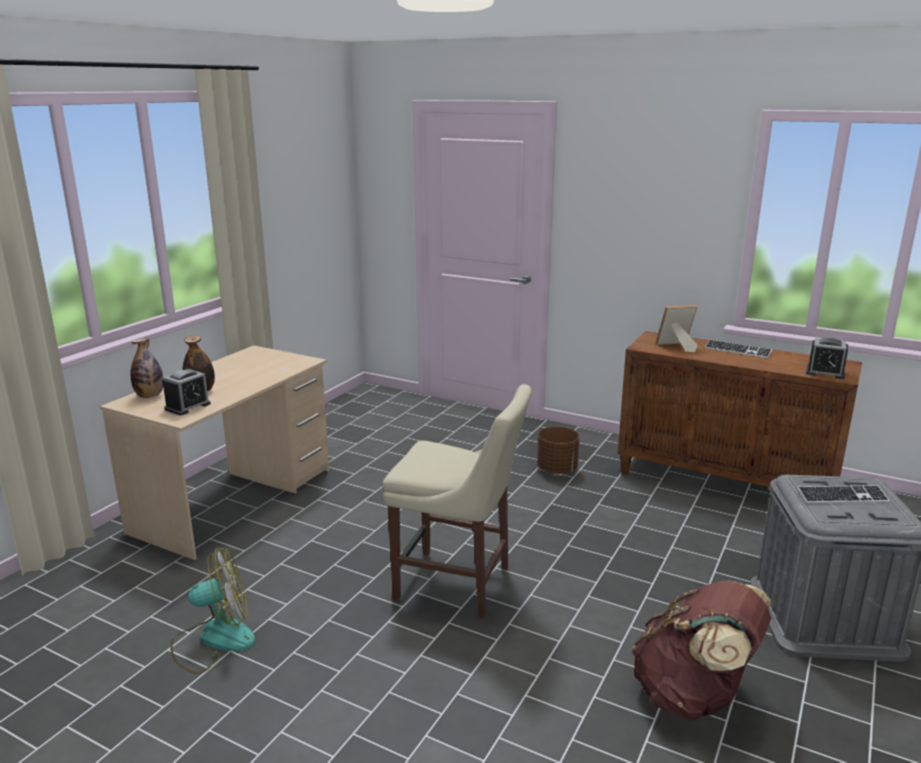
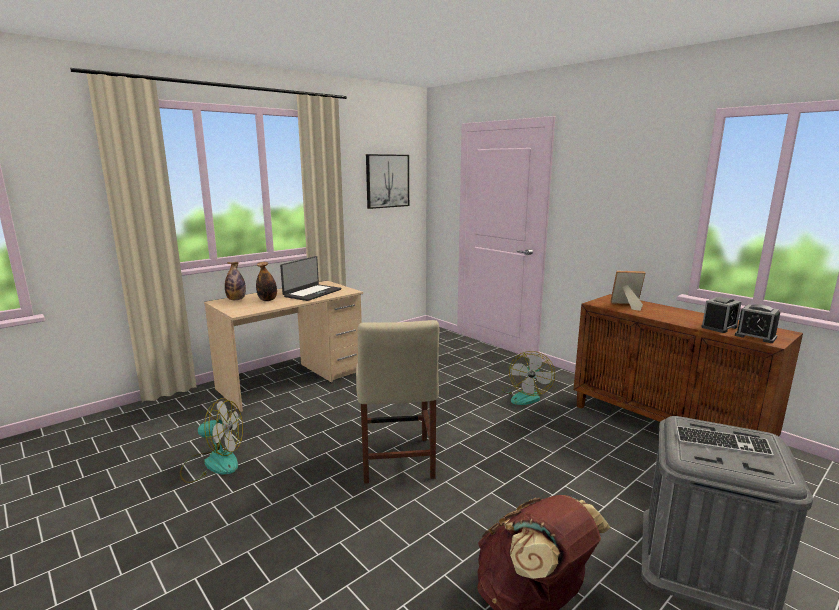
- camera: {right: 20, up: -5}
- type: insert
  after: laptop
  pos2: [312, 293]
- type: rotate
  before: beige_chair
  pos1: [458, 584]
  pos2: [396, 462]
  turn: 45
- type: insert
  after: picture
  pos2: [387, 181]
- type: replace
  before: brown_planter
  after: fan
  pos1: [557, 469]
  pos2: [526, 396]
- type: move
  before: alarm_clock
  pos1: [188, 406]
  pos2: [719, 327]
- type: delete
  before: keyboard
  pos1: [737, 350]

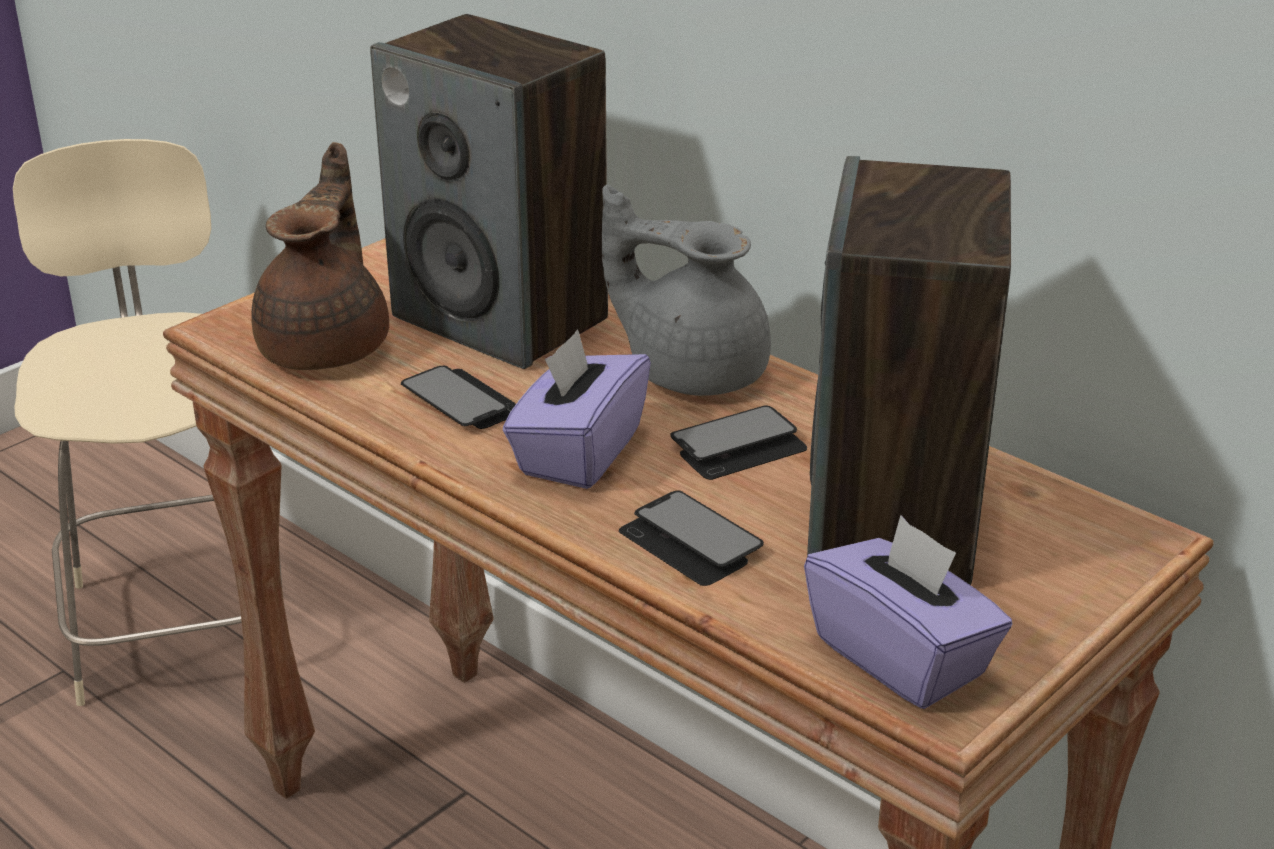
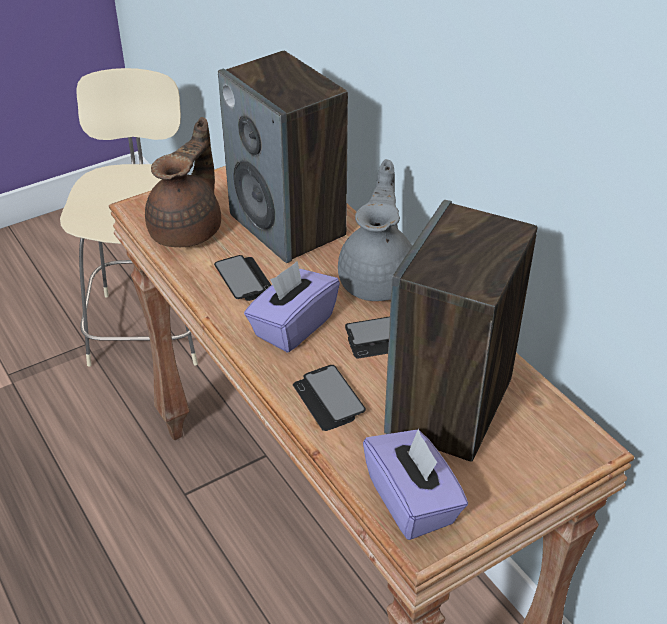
- camera: {right: 15, up: 10}
- type: rotate
  before: grey_teapot
  pos1: [692, 370]
  pos2: [379, 280]
  turn: 60

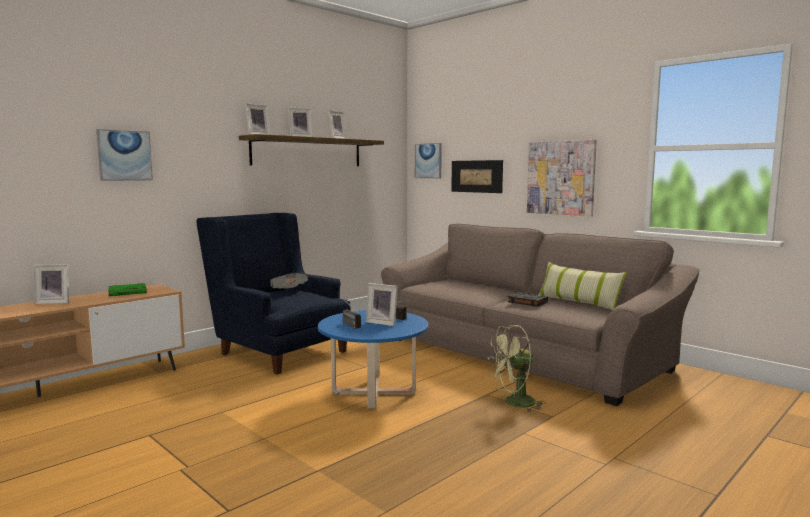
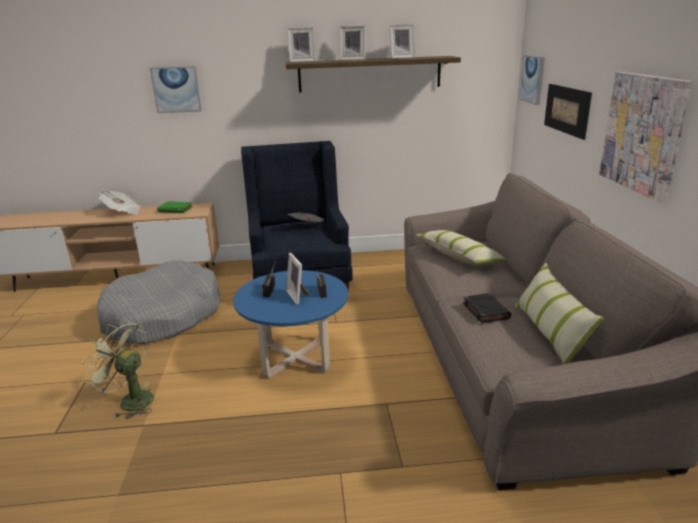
- camera: {right: 40, up: 15}
- type: move
  before: green_fan
  pos1: [514, 403]
  pos2: [130, 400]
- type: insert
  after: grey_dog_bed
  pos2: [162, 316]
- type: replace
  before: picture_frame
  after: newspaper
  pos1: [54, 302]
  pos2: [122, 212]
- type: insert
  after: pillow
  pos2: [459, 257]

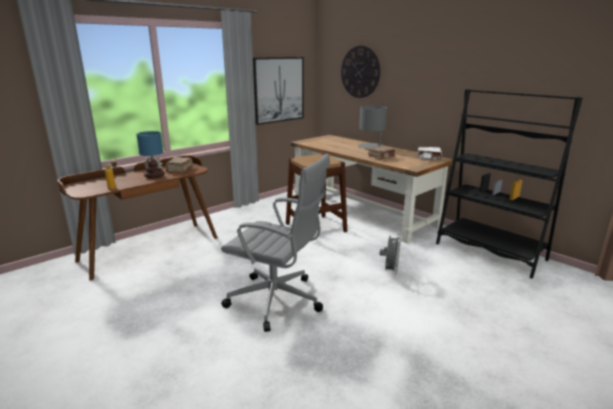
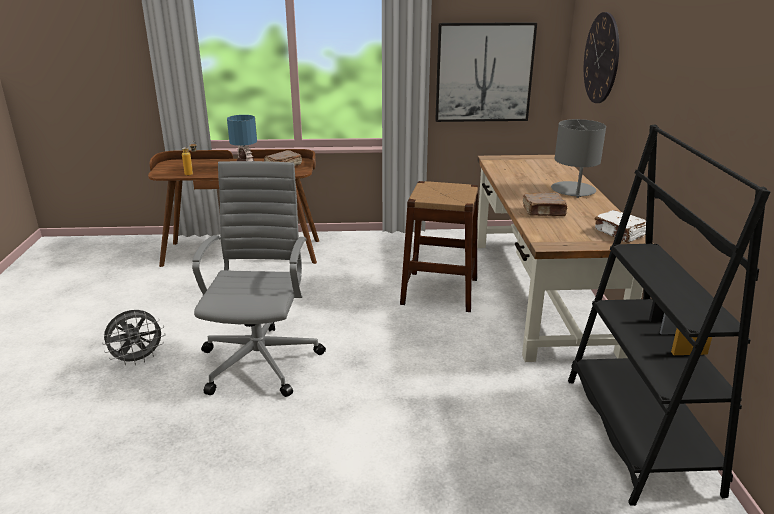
- camera: {right: 40, up: 5}
- type: move
  before: grey_fan
  pos1: [390, 271]
  pos2: [138, 359]
- type: rotate
  before: grey_office_chair
  pos1: [277, 301]
  pos2: [261, 360]
  turn: -150

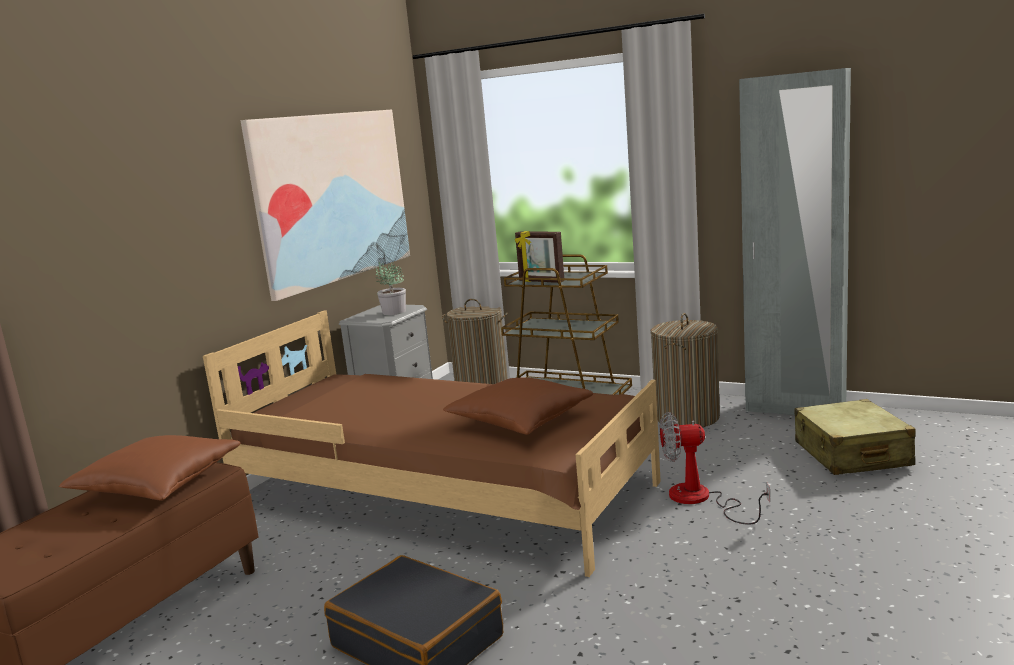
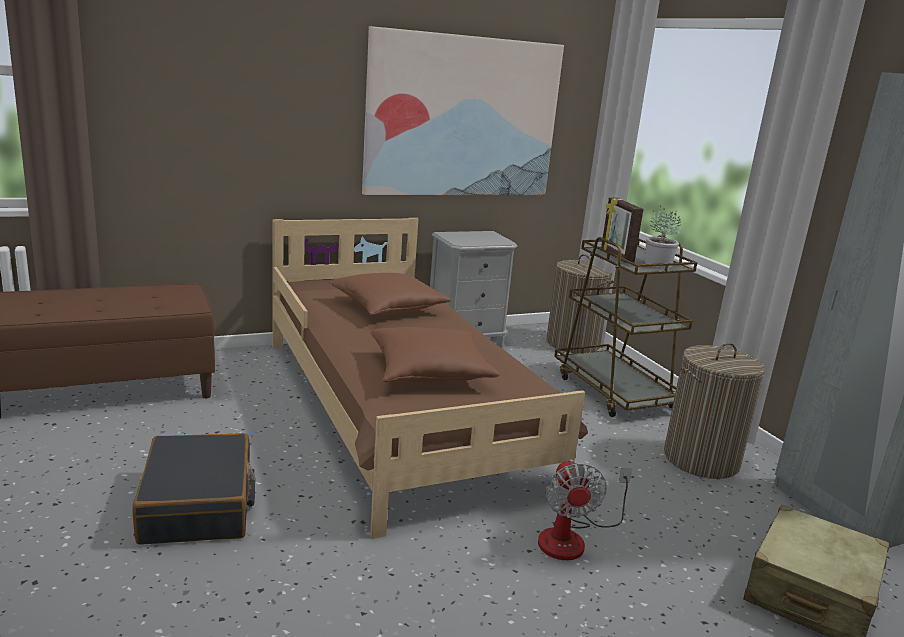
- camera: {right: 35, up: 5}
- type: move
  before: brown_pillow
  pos1: [158, 485]
  pos2: [388, 307]
- type: rotate
  before: fan
  pos1: [701, 500]
  pos2: [572, 538]
  turn: -135
- type: move
  before: potted_plant
  pos1: [393, 312]
  pos2: [657, 264]

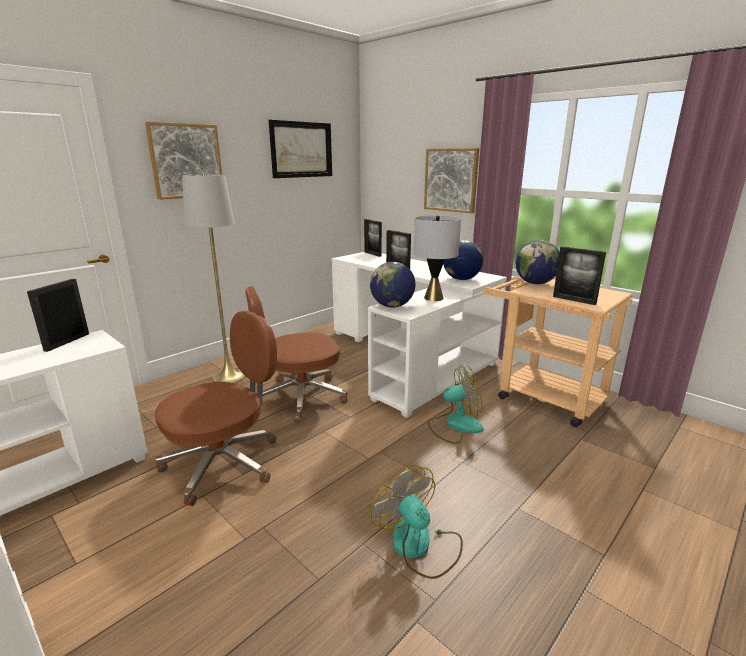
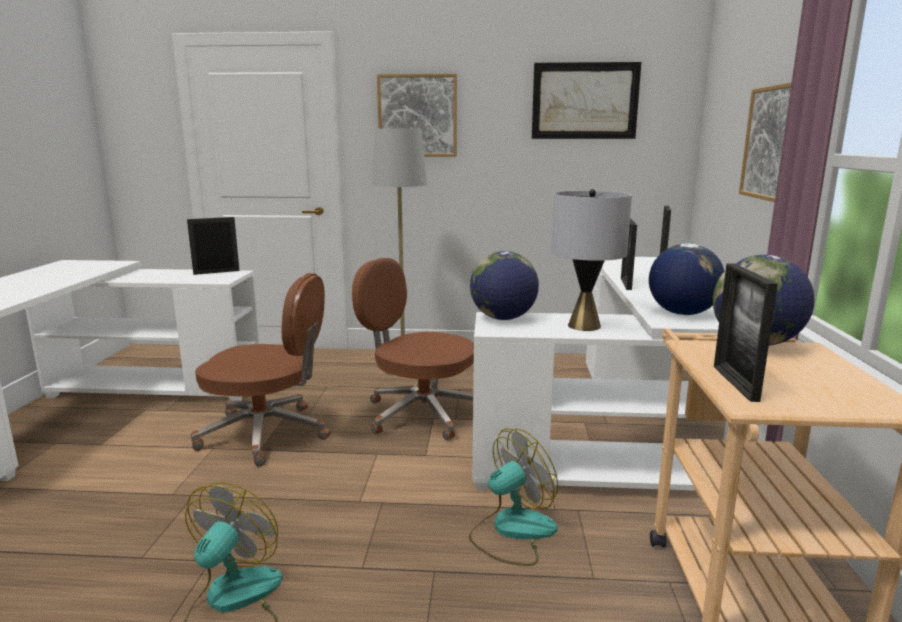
- camera: {right: 50, up: -5}
- type: rotate
  before: fan
  pos1: [455, 425]
  pos2: [512, 531]
  turn: -75

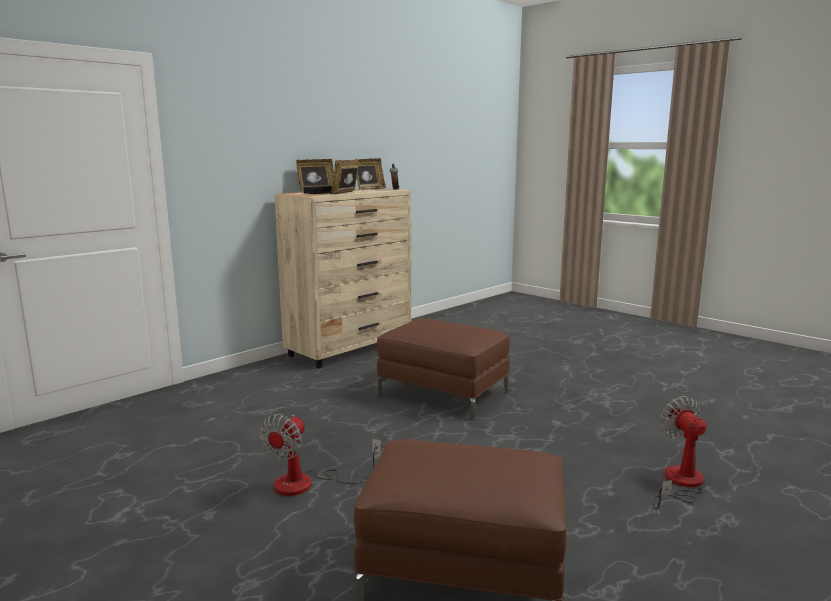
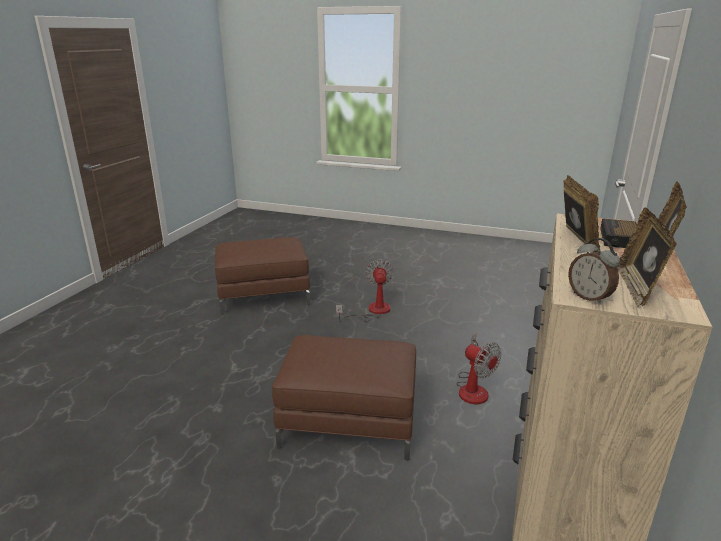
- camera: {right: 155, up: 10}
- type: move
  before: fan
  pos1: [680, 483]
  pos2: [473, 388]

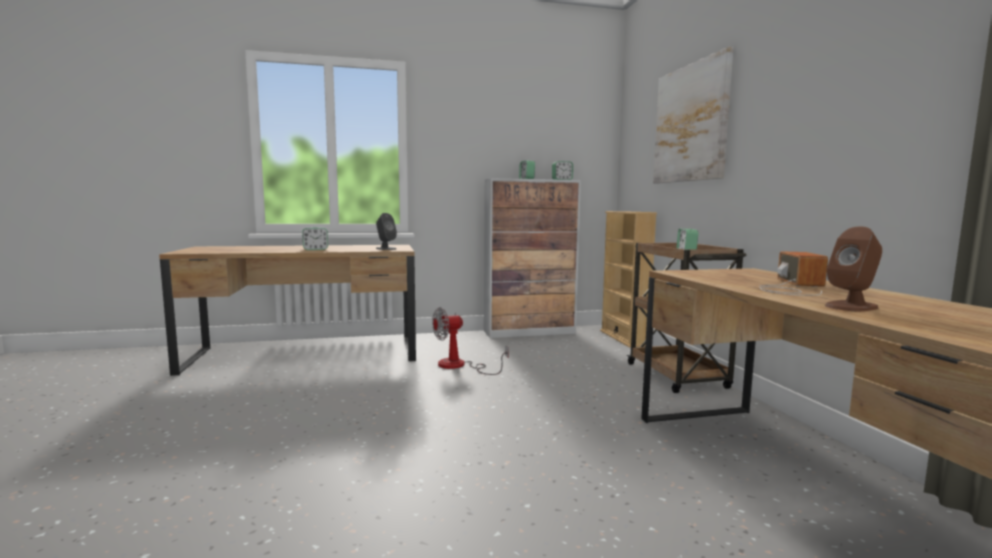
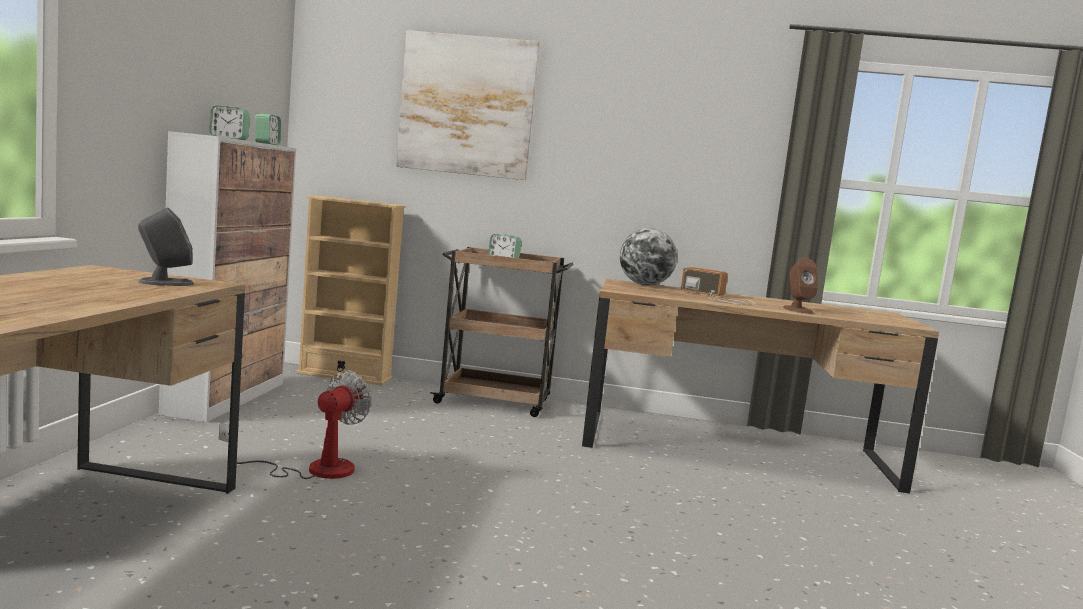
- camera: {right: -70, up: 0}
- type: rotate
  before: fan
  pos1: [460, 366]
  pos2: [313, 469]
  turn: -150
- type: insert
  after: globe
  pos2: [645, 285]
- type: delete
  before: alarm_clock
  pos1: [315, 249]

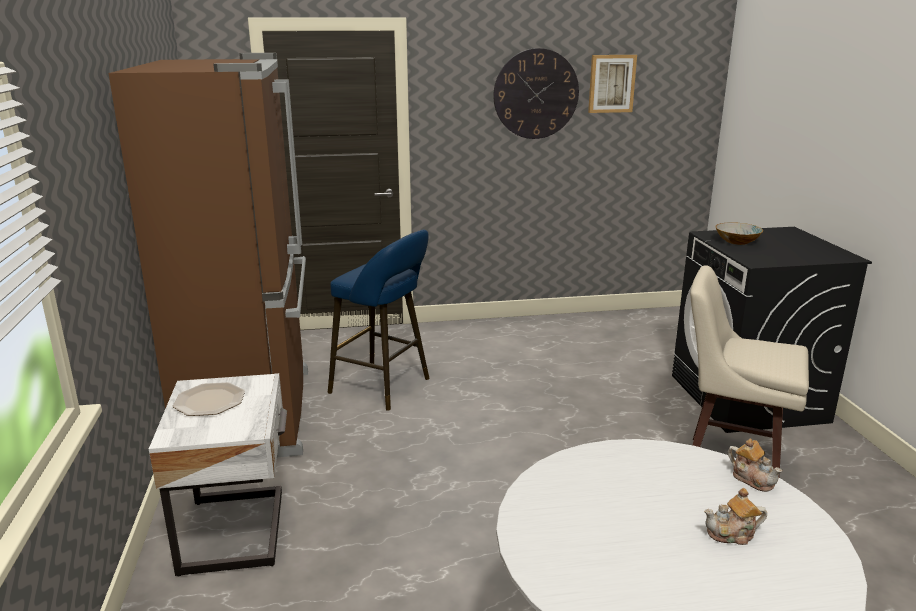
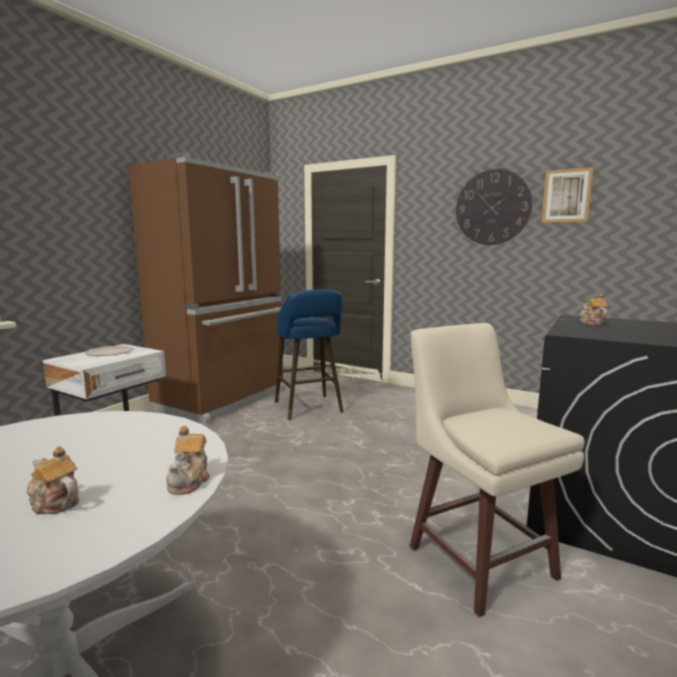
- camera: {right: 40, up: -10}
- type: replace
  before: bowl
  after: teapot
  pos1: [737, 242]
  pos2: [591, 323]

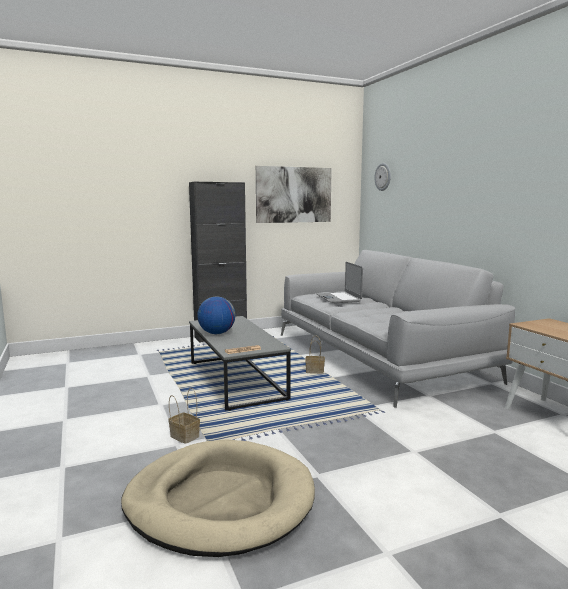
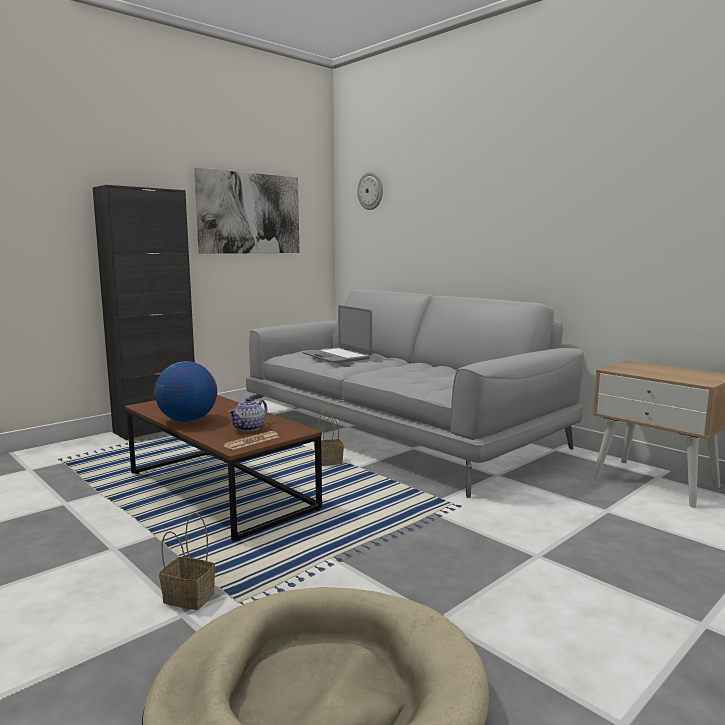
- camera: {right: -20, up: 0}
- type: recolor
  before: grey_coffee_table
  after: brown_coffee_table
  pos1: [235, 380]
  pos2: [219, 491]
- type: insert
  after: teapot
  pos2: [249, 428]

